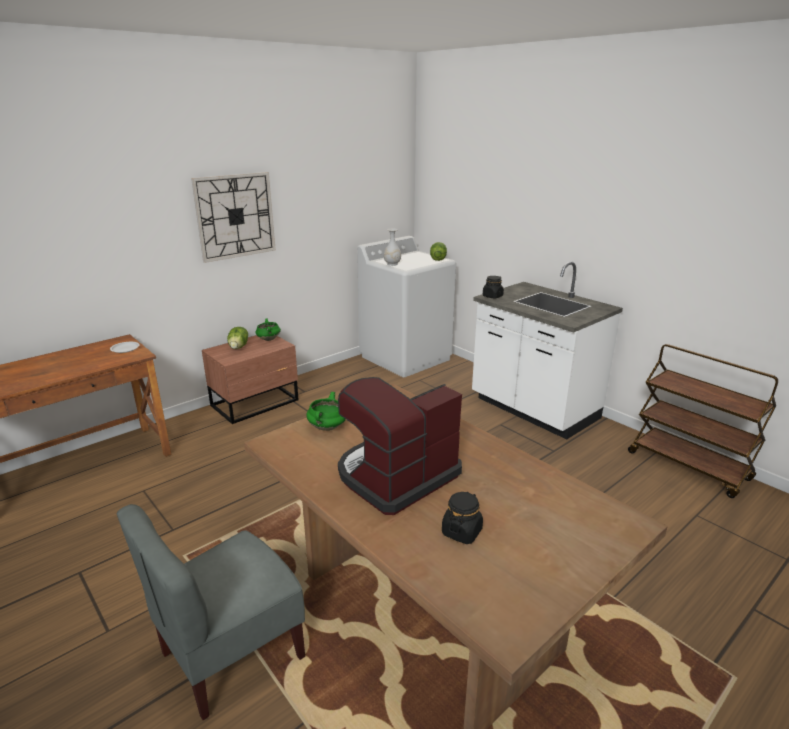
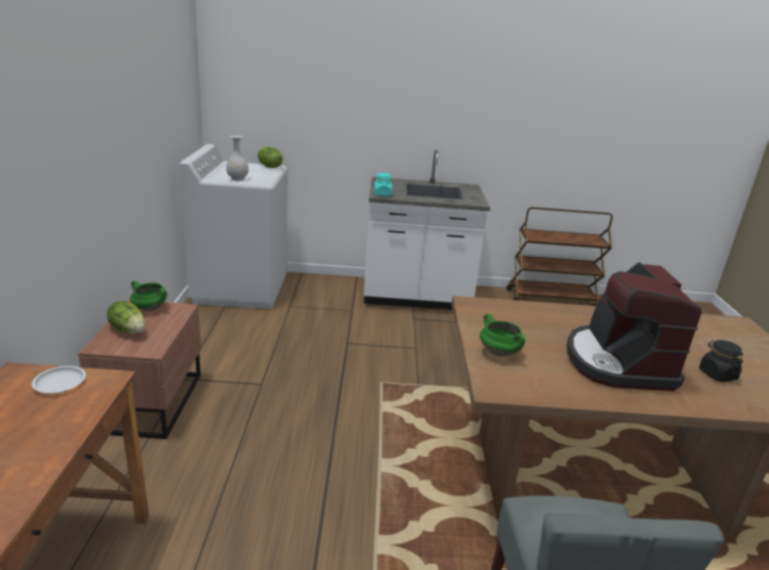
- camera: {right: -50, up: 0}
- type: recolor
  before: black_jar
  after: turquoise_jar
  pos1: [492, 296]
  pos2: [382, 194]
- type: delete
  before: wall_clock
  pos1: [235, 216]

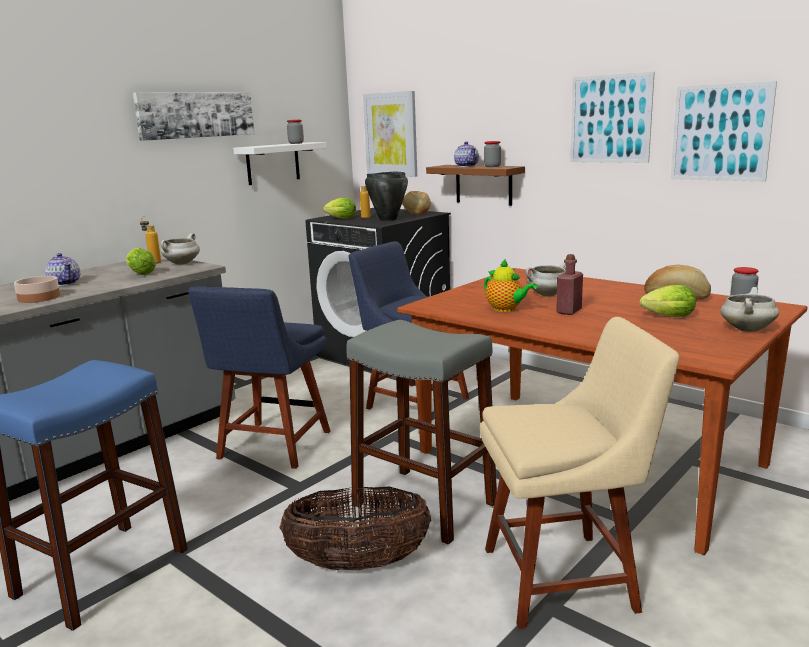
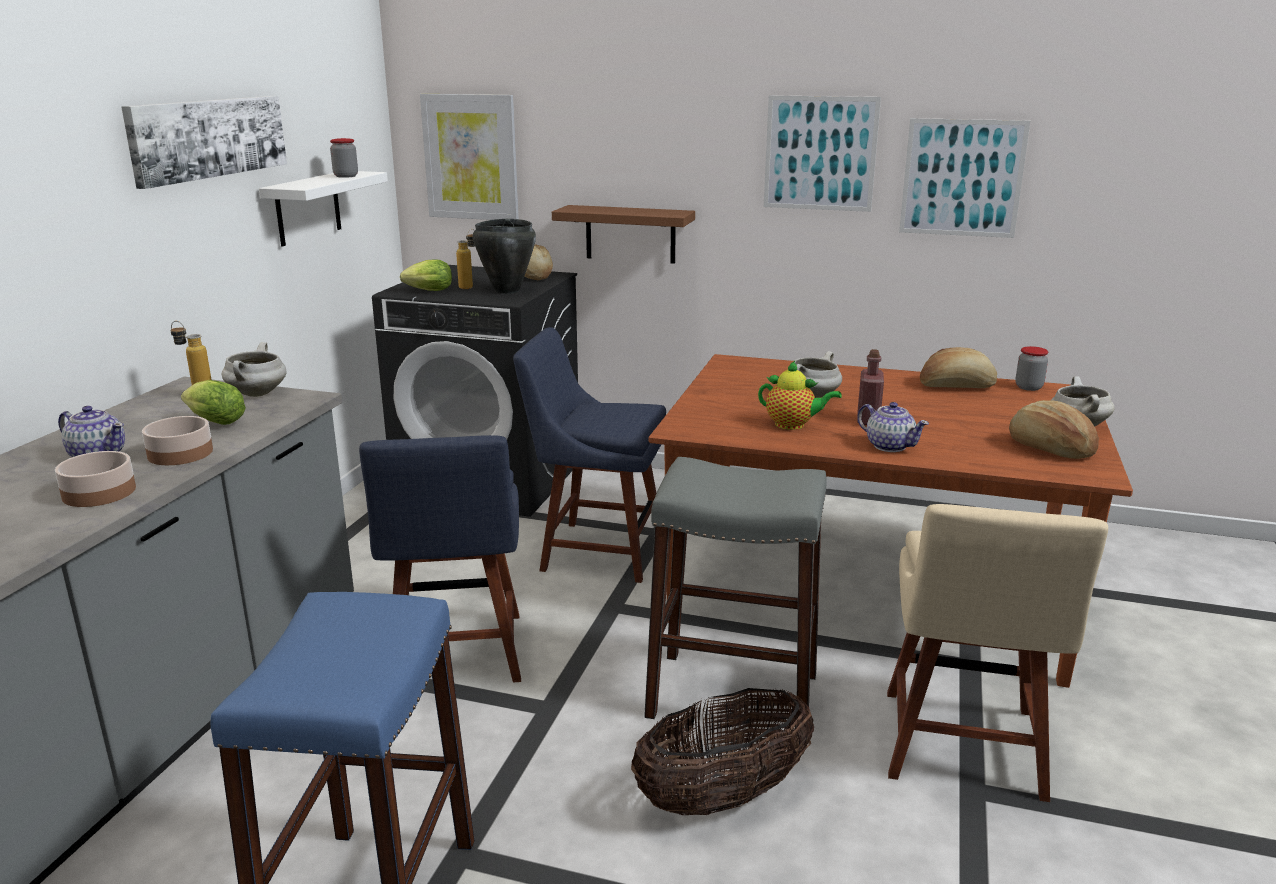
- camera: {right: -25, up: 5}
- type: insert
  after: bowl
  pos2: [181, 453]
- type: move
  before: teapot
  pos1: [466, 166]
  pos2: [889, 446]
- type: rotate
  before: beige_chair
  pos1: [566, 577]
  pos2: [962, 749]
  turn: 135
- type: insert
  after: bread
  pos2: [1049, 448]
- type: delete
  before: jar
  pos1: [492, 166]
- type: delete
  before: lettuce
  pos1: [666, 317]

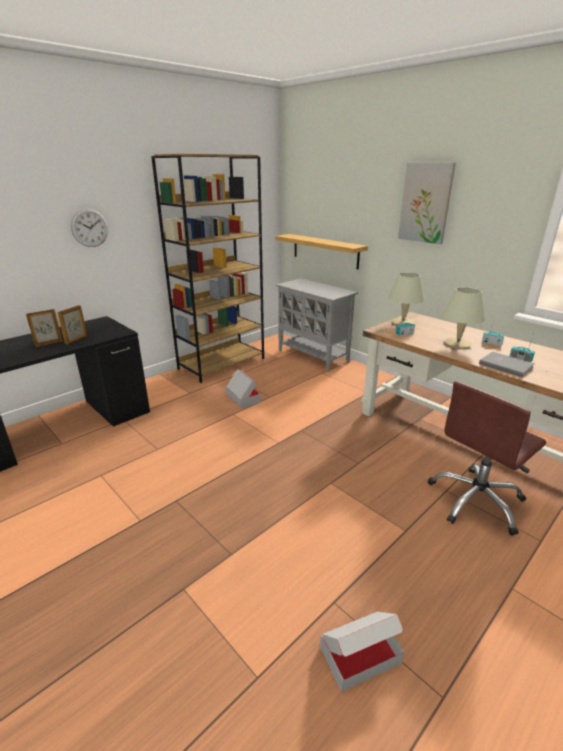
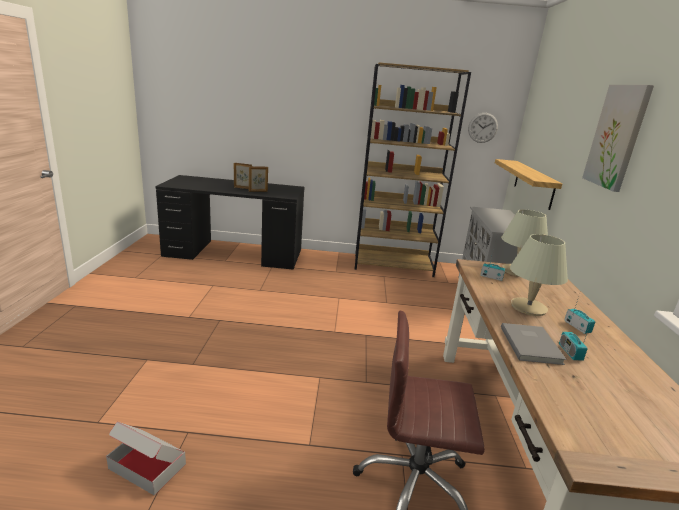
- camera: {right: 45, up: -5}
- type: move
  before: wall_clock
  pos1: [90, 228]
  pos2: [483, 127]
- type: delete
  before: cardboard_box
  pos1: [243, 398]

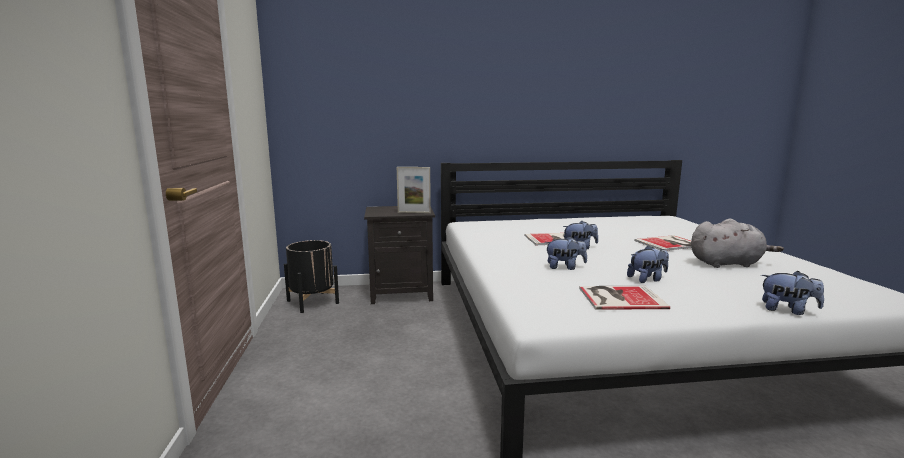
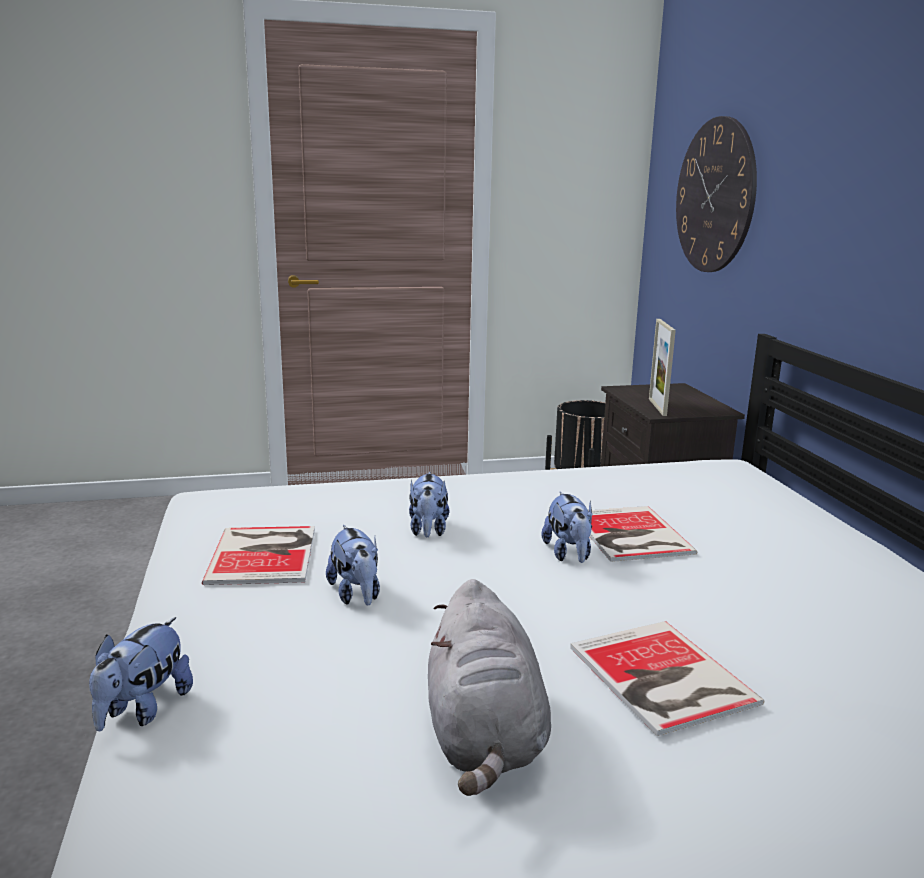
- camera: {right: 85, up: 5}
- type: insert
  after: wall_clock
  pos2: [715, 196]

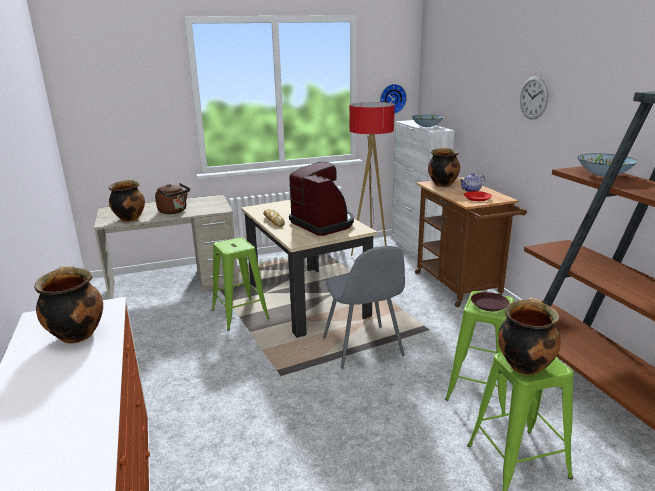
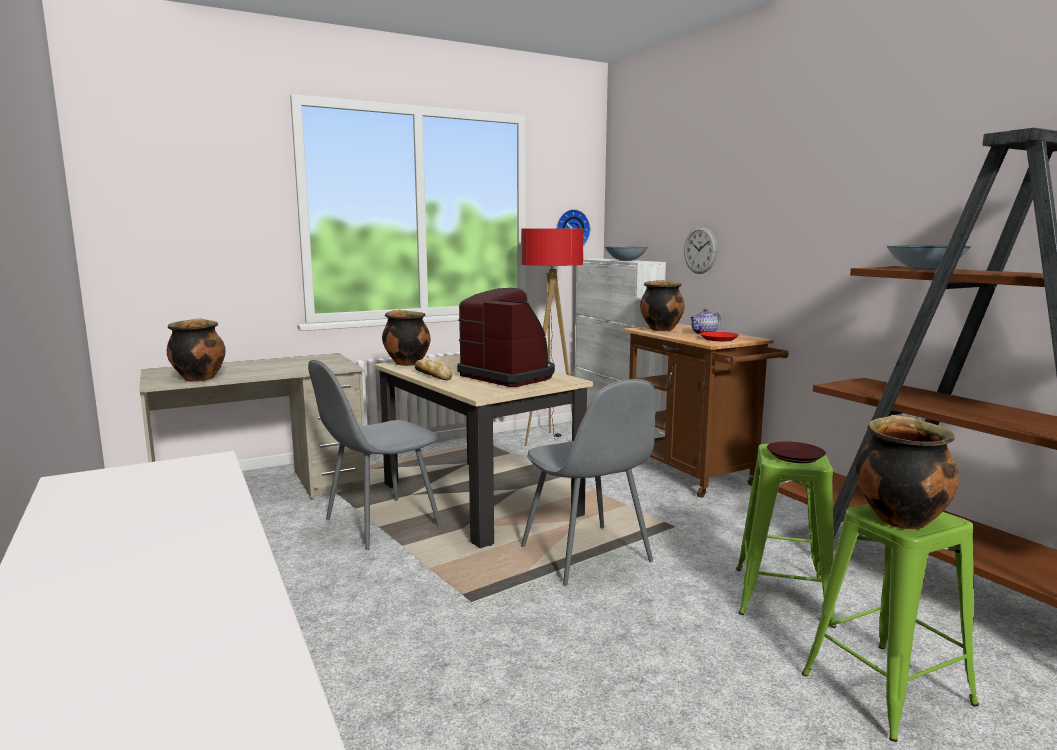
- camera: {right: -10, up: -10}
- type: replace
  before: green_stool
  after: grey_chair
  pos1: [240, 314]
  pos2: [379, 524]
- type: move
  before: cooking_pot
  pos1: [76, 335]
  pos2: [406, 363]
- type: move
  before: wall_clock
  pos1: [533, 98]
  pos2: [700, 250]
- type: delete
  before: brown_kettle
  pos1: [174, 211]

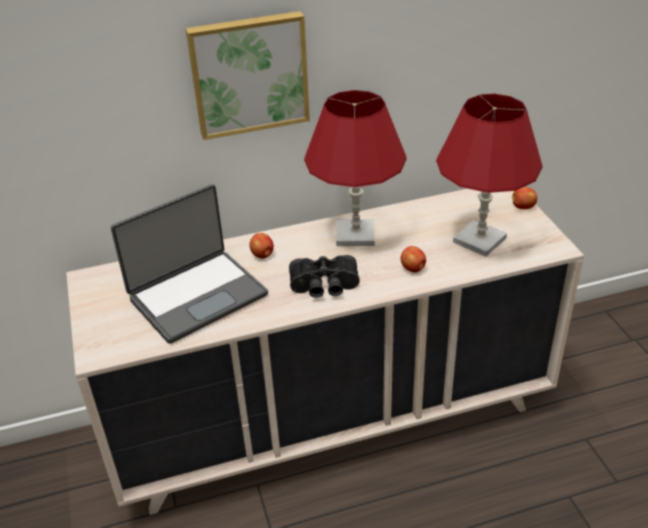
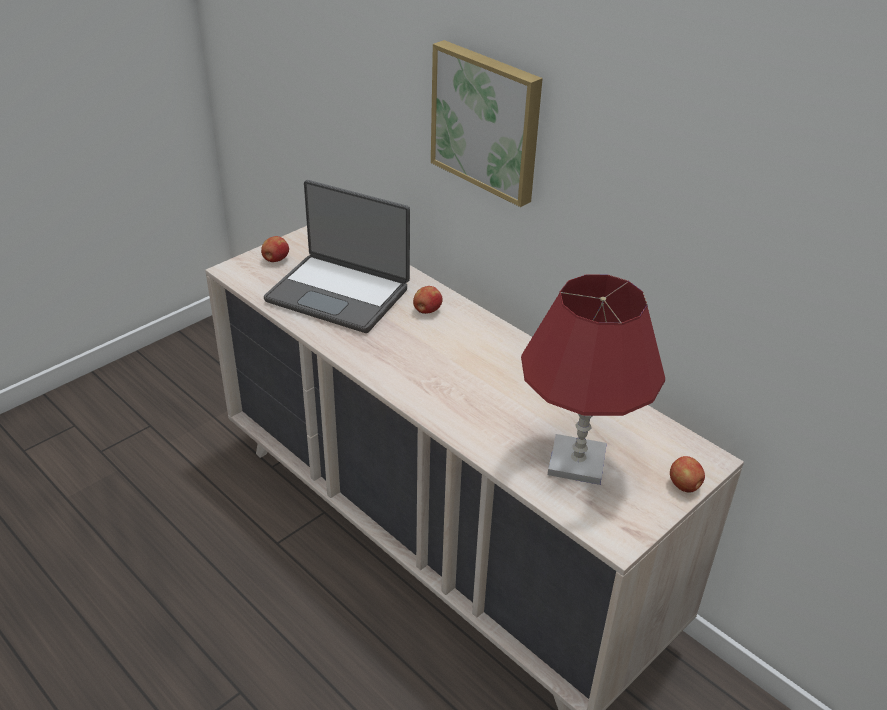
- camera: {right: 60, up: 0}
- type: move
  before: apple
  pos1: [413, 269]
  pos2: [275, 260]
- type: delete
  before: black_binoculars
  pos1: [324, 286]
- type: delete
  before: red_table_lamp
  pos1: [356, 234]

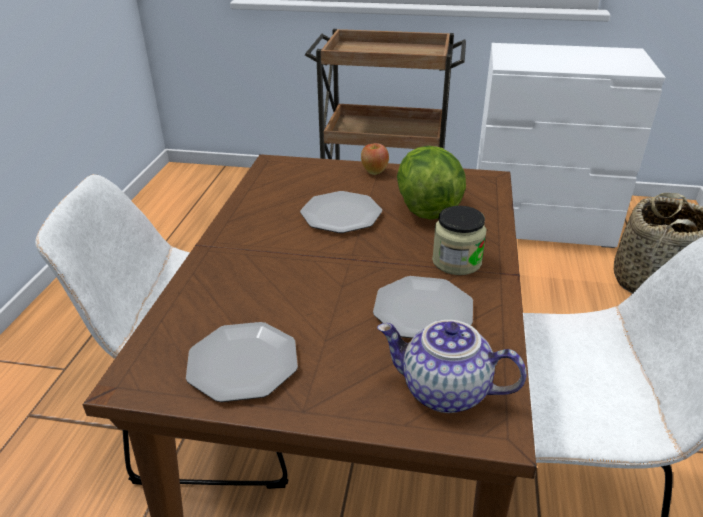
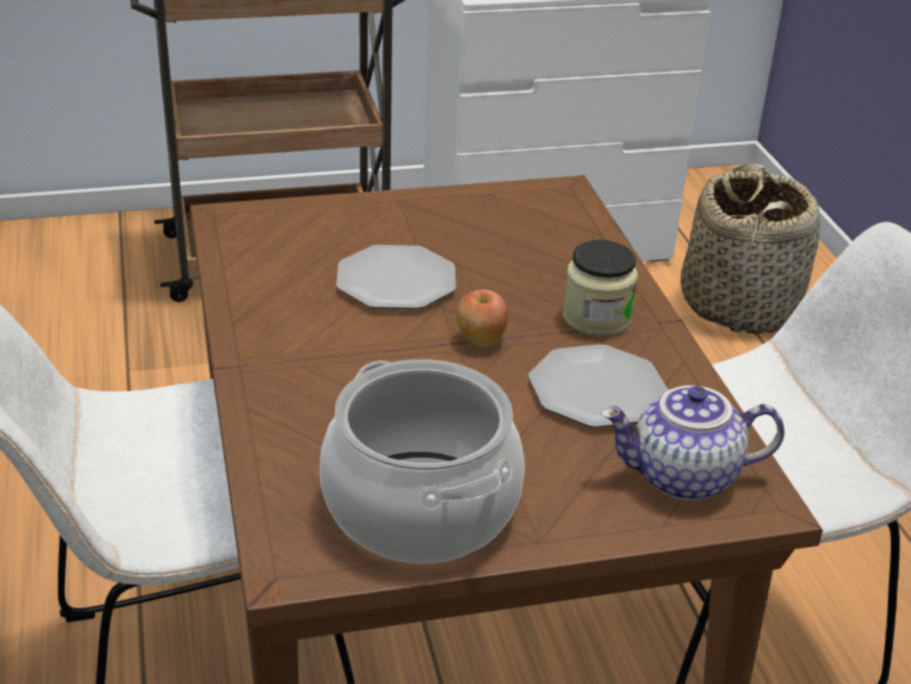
- camera: {right: -25, up: 0}
- type: replace
  before: plate
  after: cooking_pot
  pos1: [242, 363]
  pos2: [419, 508]
- type: move
  before: apple
  pos1: [374, 171]
  pos2: [480, 340]
- type: delete
  before: lettuce
  pos1: [427, 206]

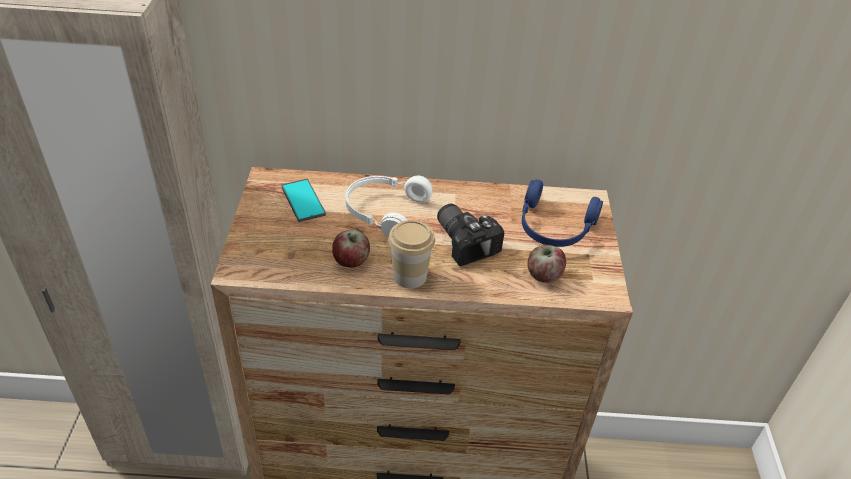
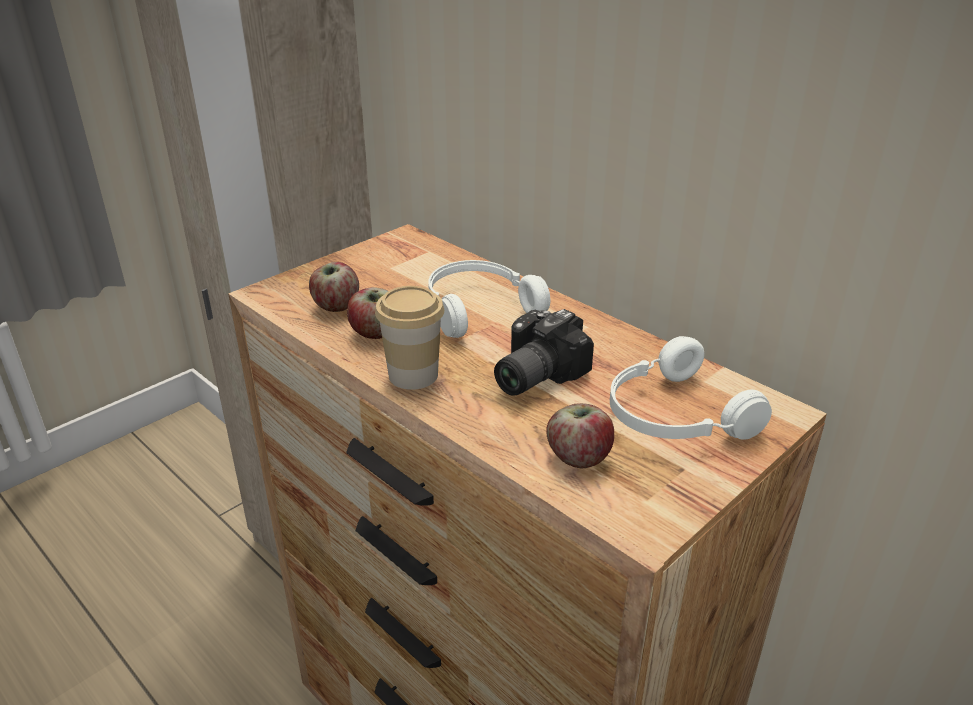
- camera: {right: 45, up: -10}
- type: insert
  after: apple
  pos2: [336, 306]
- type: rotate
  before: photo_camera
  pos1: [466, 240]
  pos2: [531, 374]
  turn: -150
- type: recolor
  before: blue_headphones
  after: white_headphones
  pos1: [554, 227]
  pos2: [673, 416]
- type: delete
  before: phone
  pos1: [303, 201]

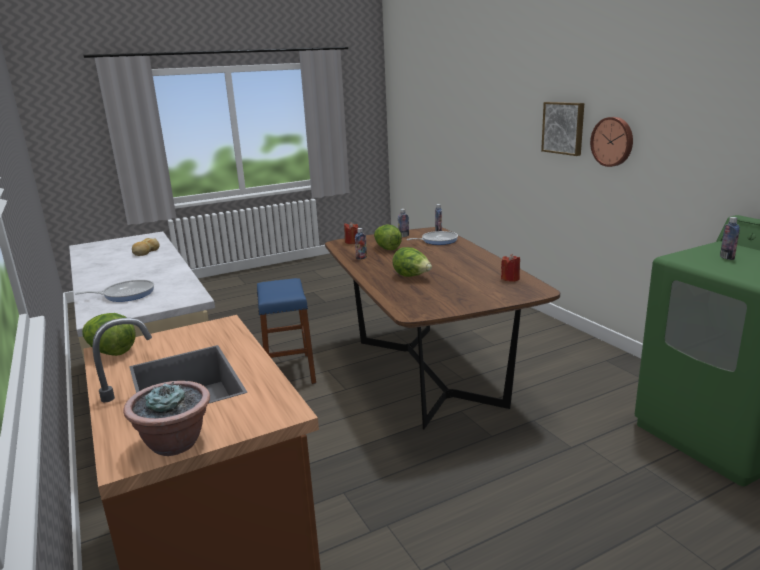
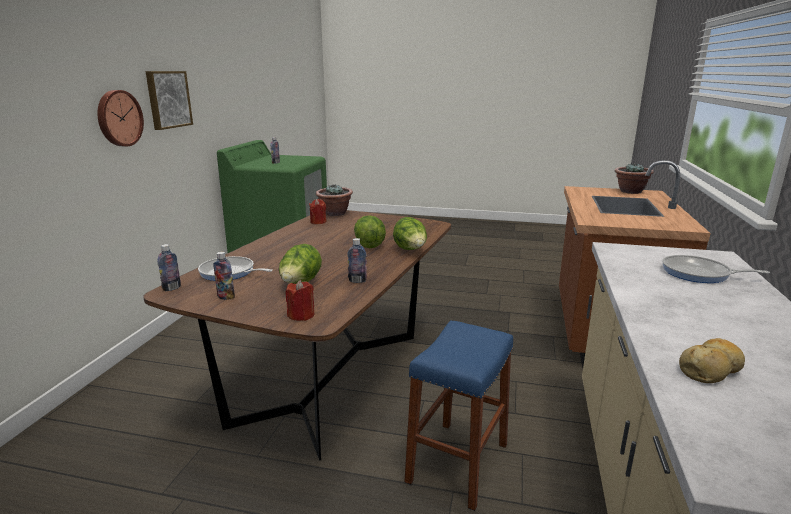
- camera: {right: -140, up: 0}
- type: move
  before: picture
  pos1: [564, 128]
  pos2: [168, 99]
- type: insert
  after: potted_plant
  pos2: [335, 213]
- type: move
  before: lettuce
  pos1: [111, 352]
  pos2: [411, 250]

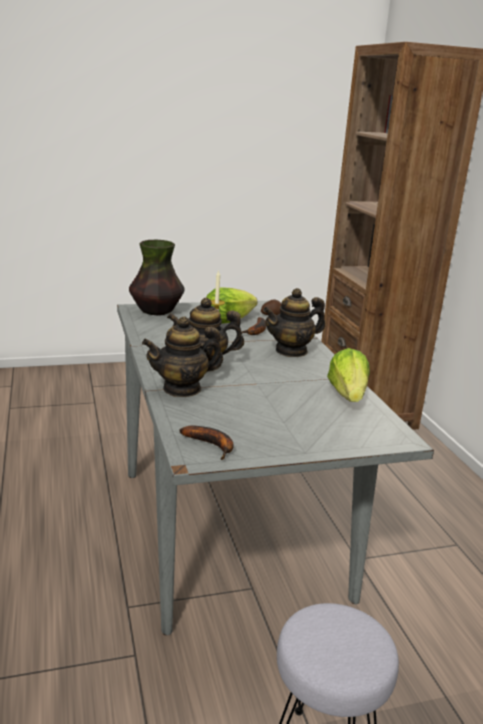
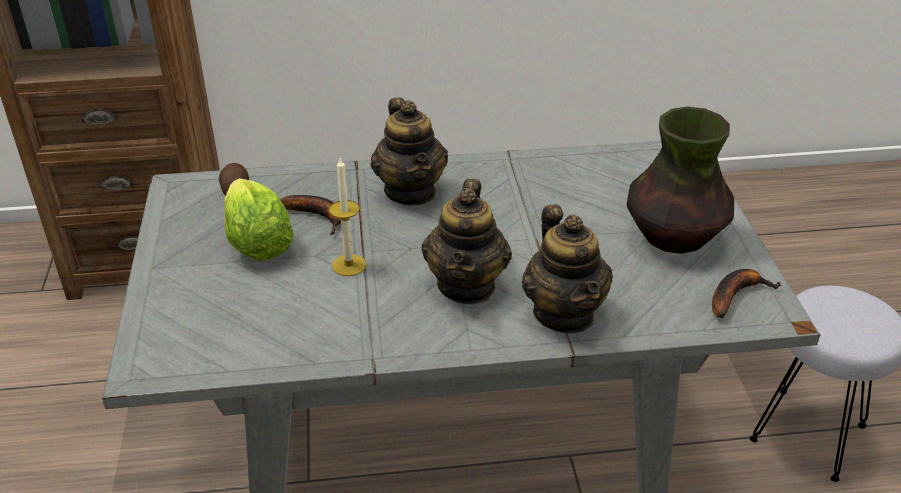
- camera: {right: -80, up: 15}
- type: move
  before: vase
  pos1: [156, 311]
  pos2: [674, 238]
- type: delete
  before: lettuce
  pos1: [348, 395]

